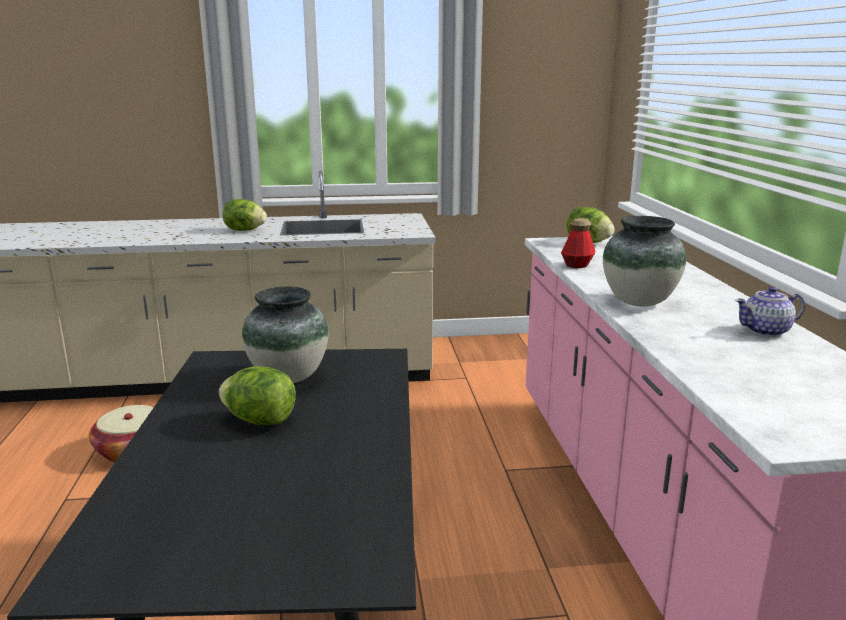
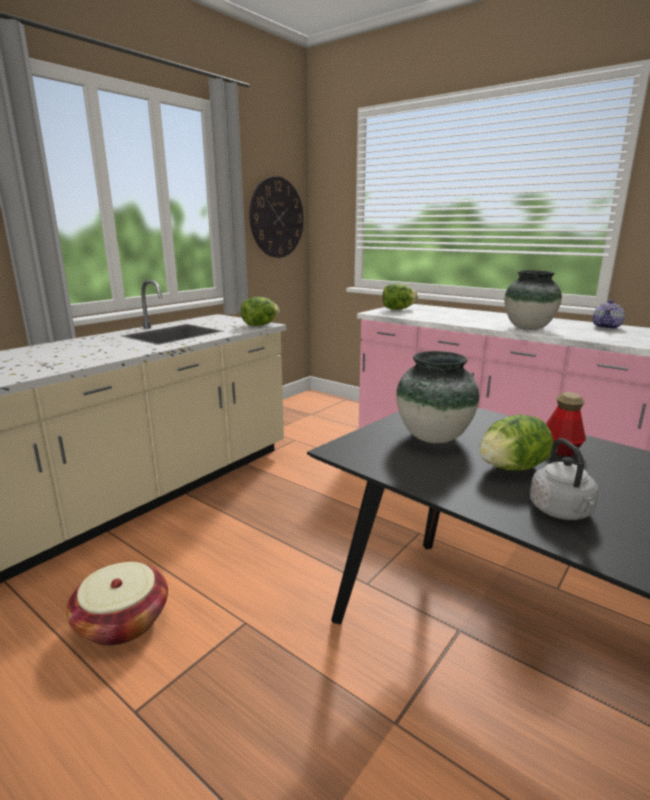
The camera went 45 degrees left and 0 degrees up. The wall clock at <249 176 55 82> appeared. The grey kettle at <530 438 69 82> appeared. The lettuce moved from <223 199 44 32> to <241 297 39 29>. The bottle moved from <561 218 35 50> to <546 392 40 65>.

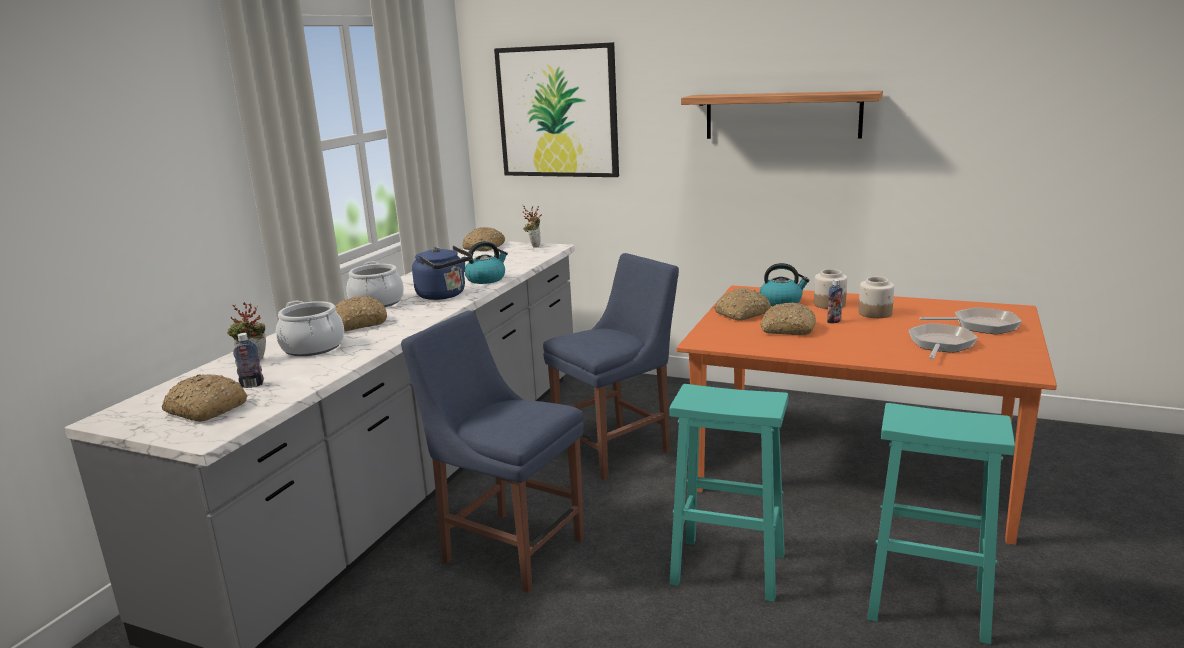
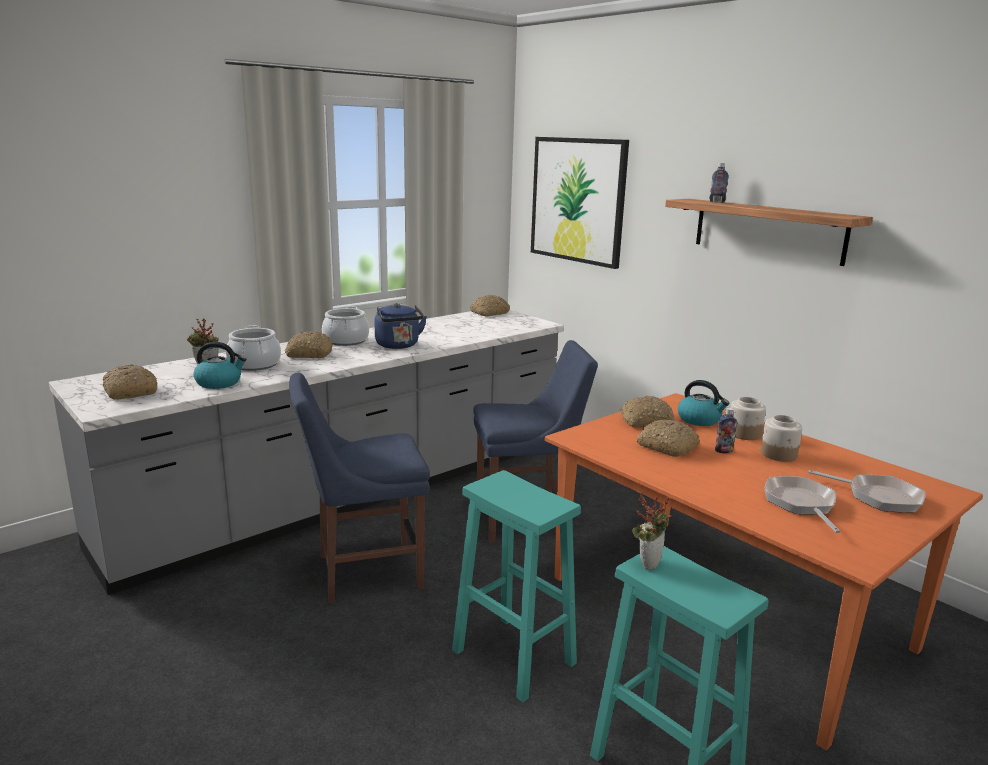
The camera went 25 degrees right and 0 degrees up. The bottle moved from <233 333 31 55> to <709 163 20 40>. The kettle moved from <464 241 44 43> to <193 342 54 47>. The potted plant moved from <522 206 20 42> to <632 489 40 81>. The blue chair at <401 311 183 282> turned 75 degrees counterclockwise. The frying pan at <908 323 70 37> turned 60 degrees counterclockwise.

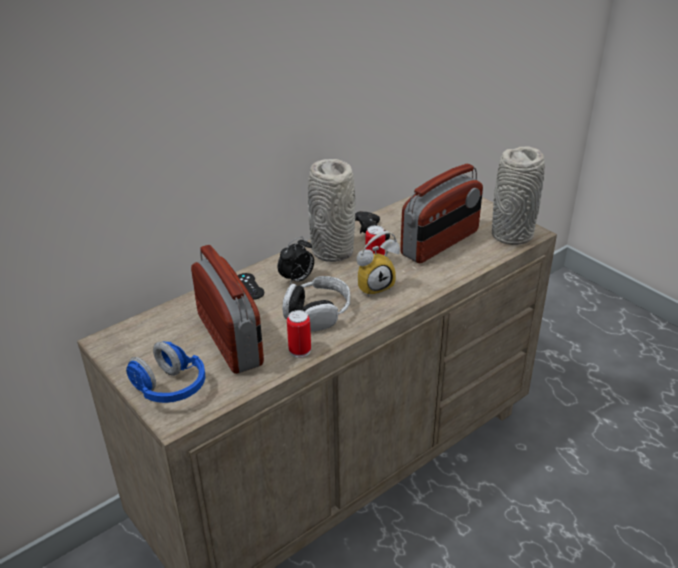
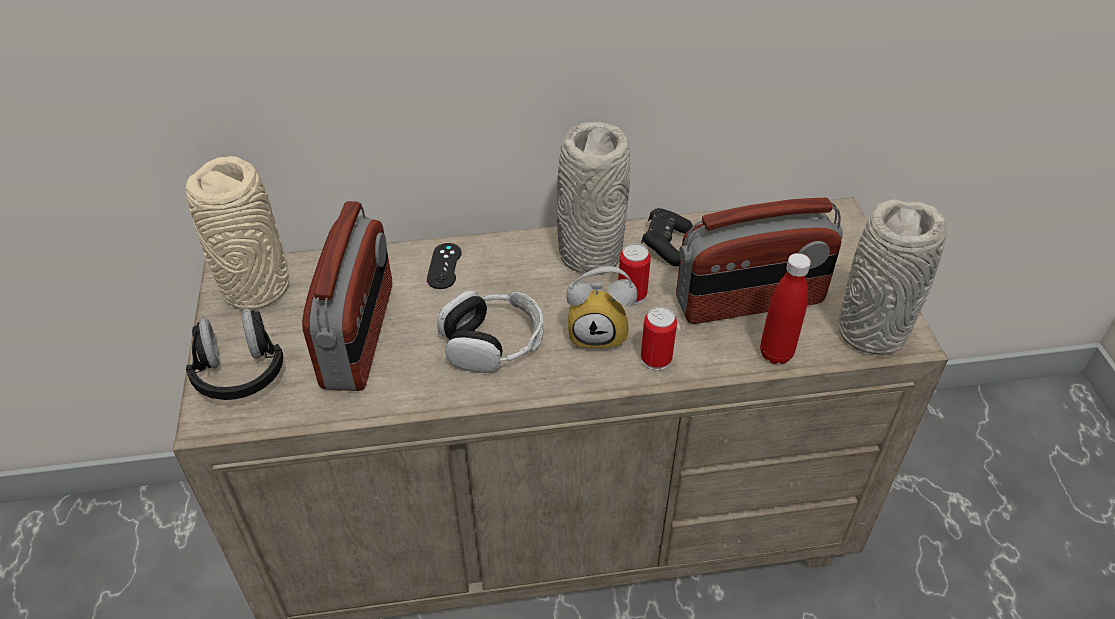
The camera went 30 degrees right and 10 degrees up. The alarm clock at <278 237 36 49> disappeared. The beige vase at <186 156 103 154> appeared. The red bottle at <760 253 51 111> appeared. The can moved from <287 310 24 48> to <641 307 36 64>. The blue headphones at <126 341 79 62> became the black headphones at <186 309 98 91>.

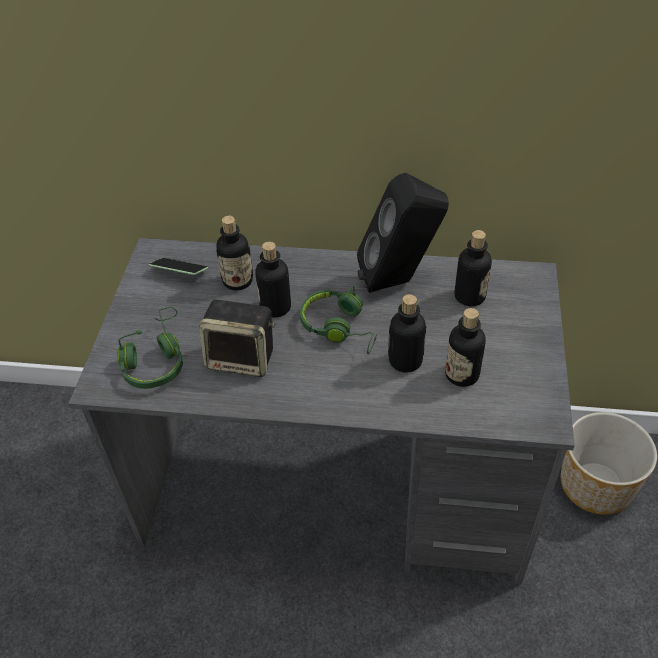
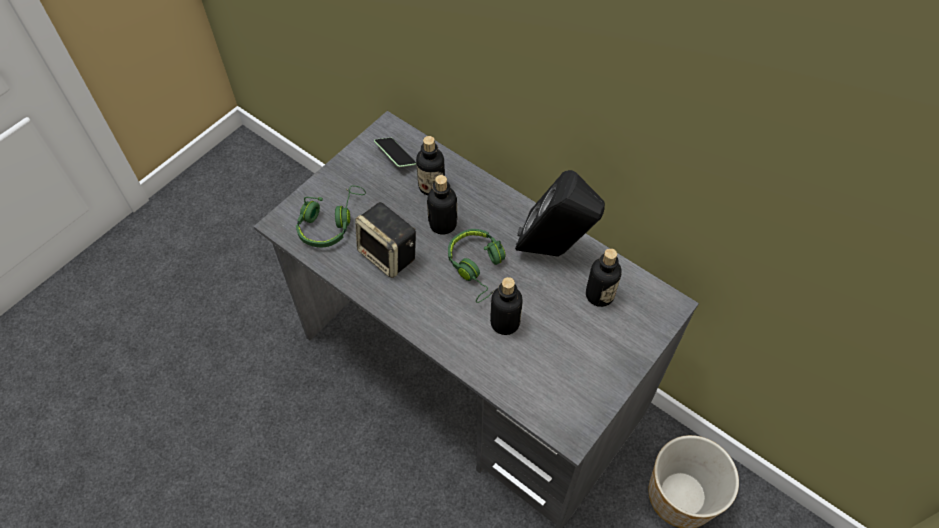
The camera went 30 degrees right and 10 degrees up. The bottle at <445 308 41 79> disappeared.

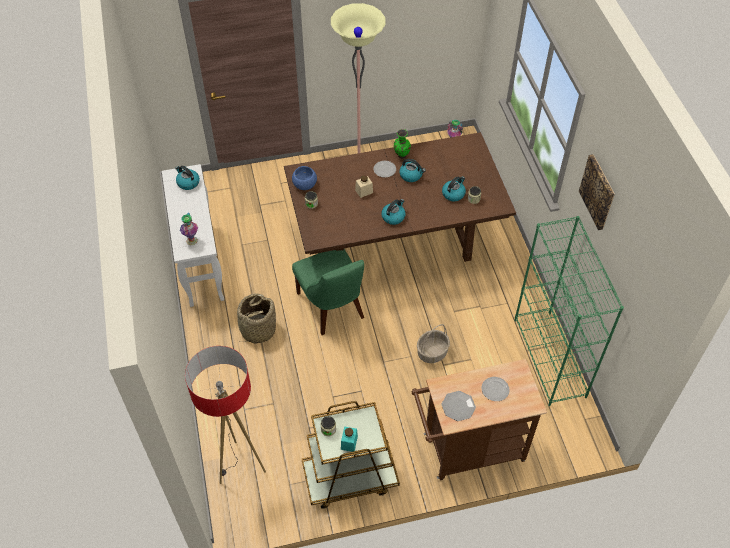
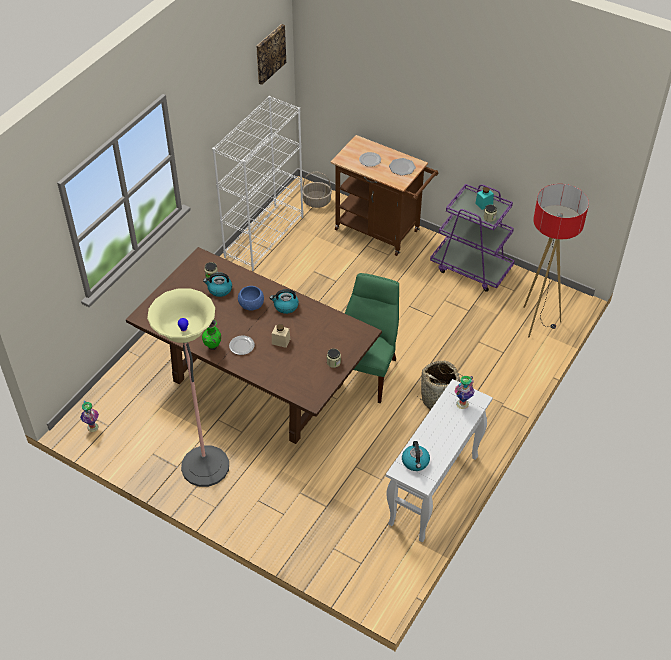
The camera went 135 degrees left and 5 degrees down. The kettle at <399 159 27 23> disappeared. The blue bowl moved from <292 166 25 24> to <238 286 26 25>. The basket moved from <417 324 33 39> to <302 172 30 36>. The picture moved from <579 154 36 76> to <256 24 30 61>. The brown cart at <302 401 98 108> became the purple cart at <430 184 85 108>. The green bookcase at <514 216 110 190> became the white bookcase at <212 96 91 175>.

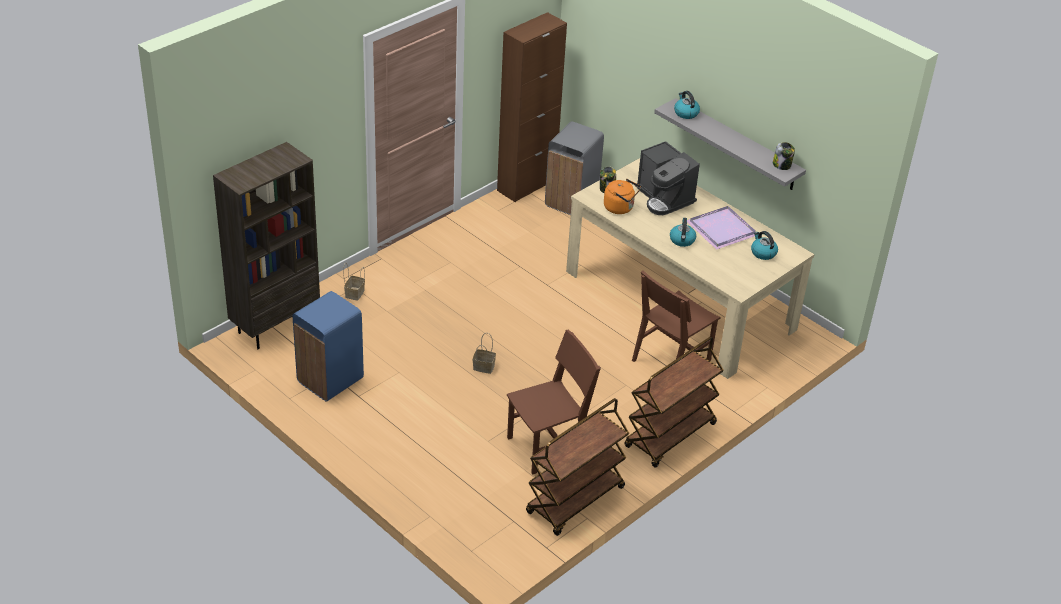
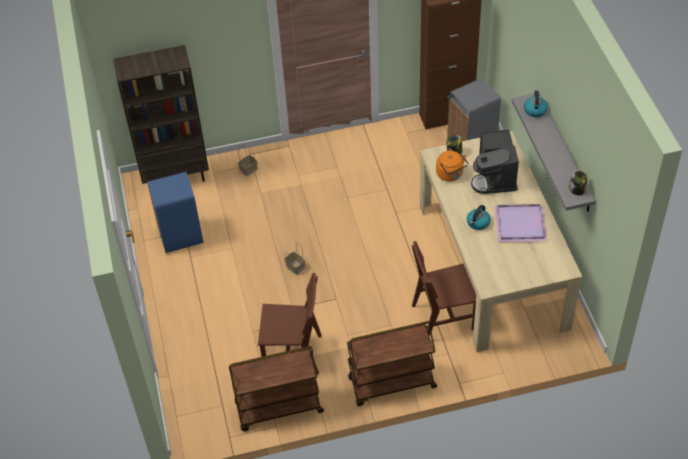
The camera went 35 degrees right and 10 degrees up. The kettle at <751 231 27 29> disappeared.

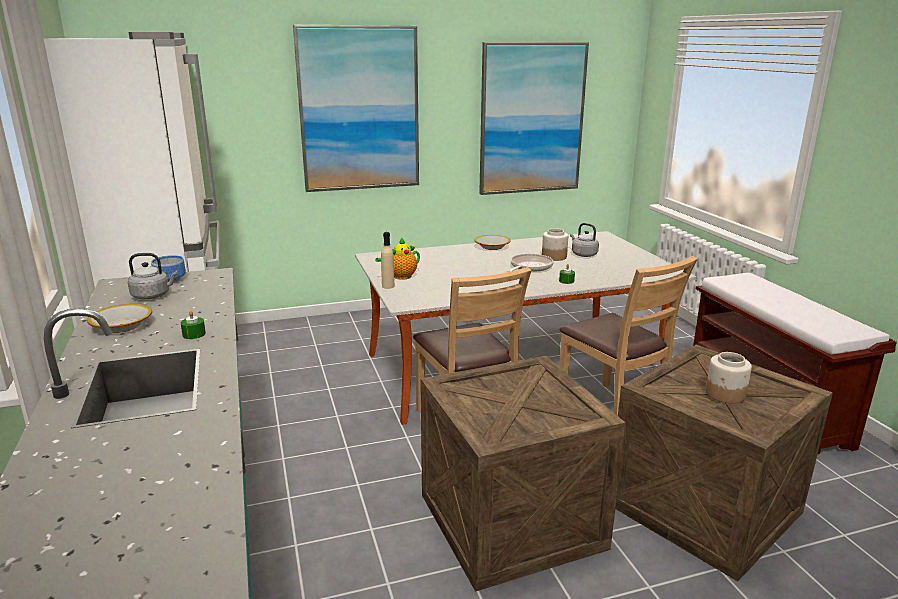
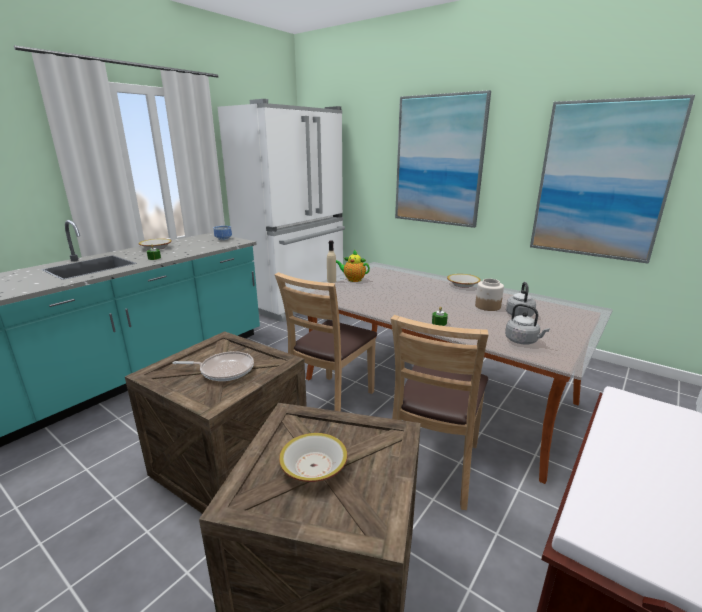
The camera went 55 degrees right and 0 degrees up. The grey kettle moved from <128 253 50 46> to <505 304 45 41>. The frying pan moved from <507 254 47 18> to <173 351 81 30>. The jar at <706 352 46 52> was replaced by the bowl at <279 433 69 49>.

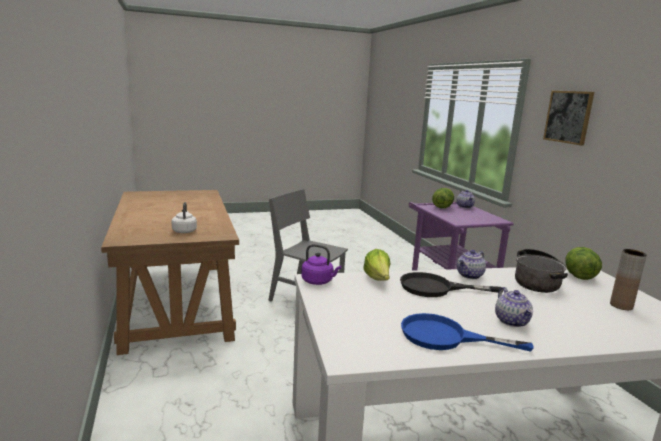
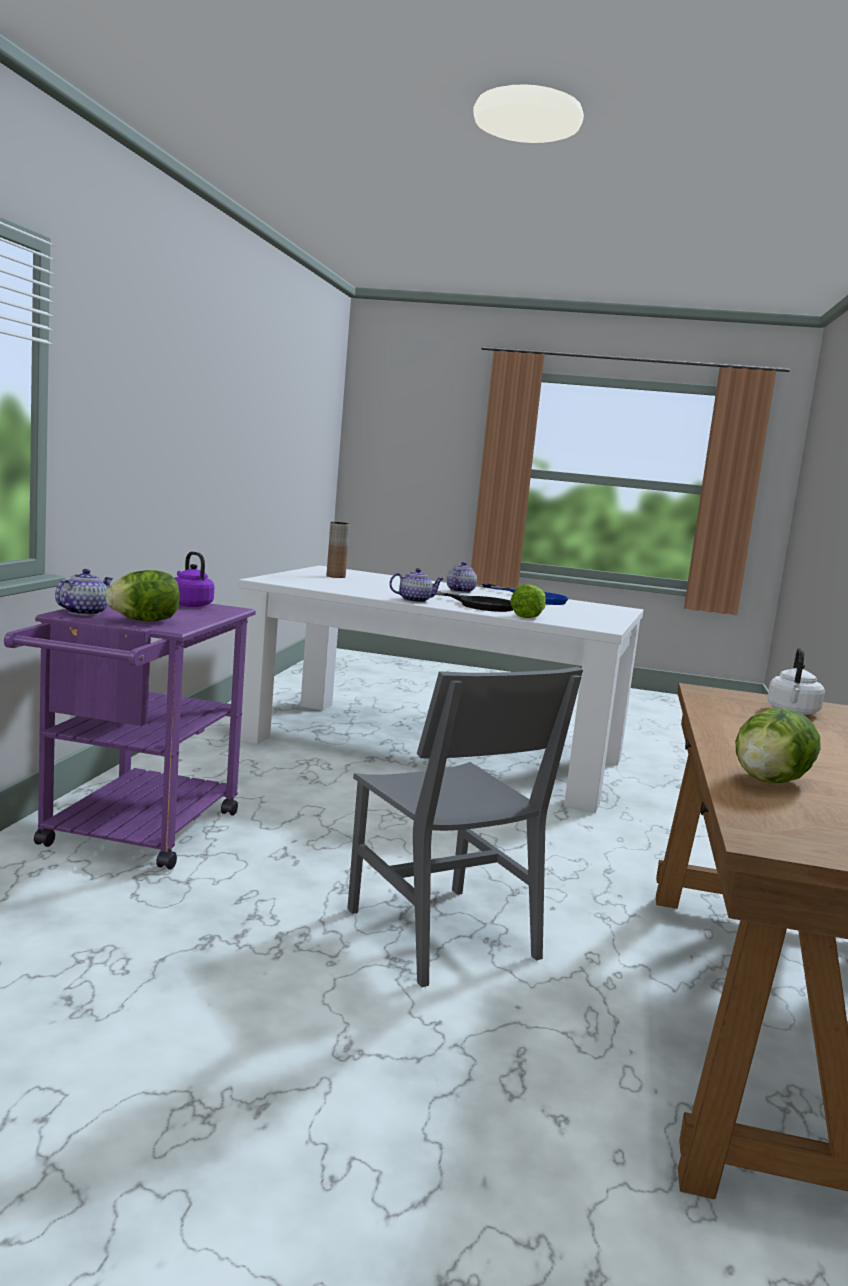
The camera went 150 degrees left and 5 degrees down. The cooking pot at <515 249 53 44> disappeared. The picture at <543 91 51 54> disappeared. The purple kettle moved from <301 244 40 41> to <174 552 40 55>. The lettuce moved from <566 247 36 33> to <736 708 85 75>.

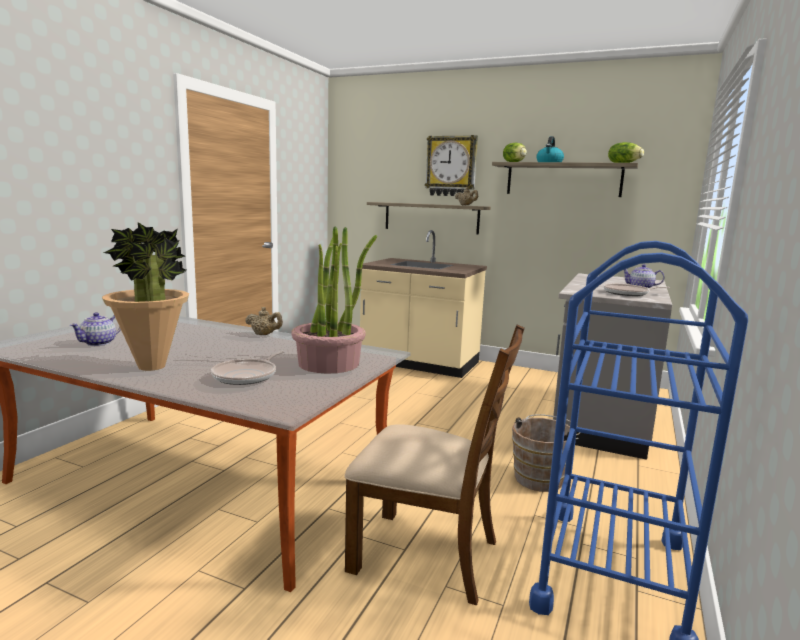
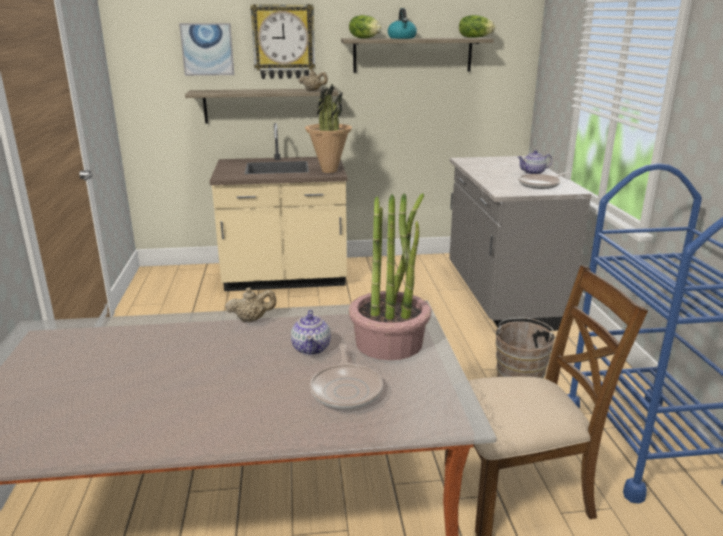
The camera went 30 degrees left and 10 degrees up. The picture at <179 23 55 53> appeared. The teapot moved from <70 312 51 34> to <291 310 40 45>. The potted plant moved from <102 222 87 149> to <305 83 47 90>.

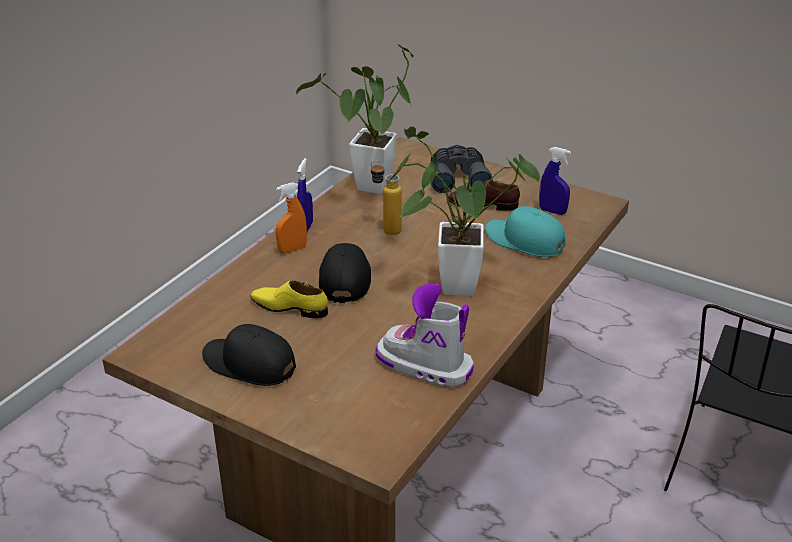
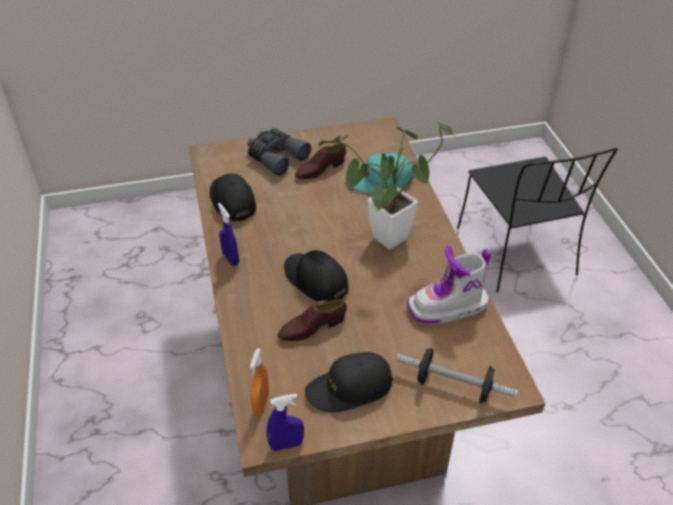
The camera went 45 degrees left and 10 degrees up. The bottle at <371 160 31 75> disappeared. The dumbbell at <396 348 122 55> appeared. The orange spray bottle moved from <276 182 31 72> to <250 348 19 67>. The blue spray bottle moved from <539 147 32 68> to <267 394 37 57>. The potted plant at <296 44 118 150> was replaced by the black cap at <209 173 47 49>. The yellow shoe at <251 280 77 38> became the brown shoe at <277 299 70 42>.

